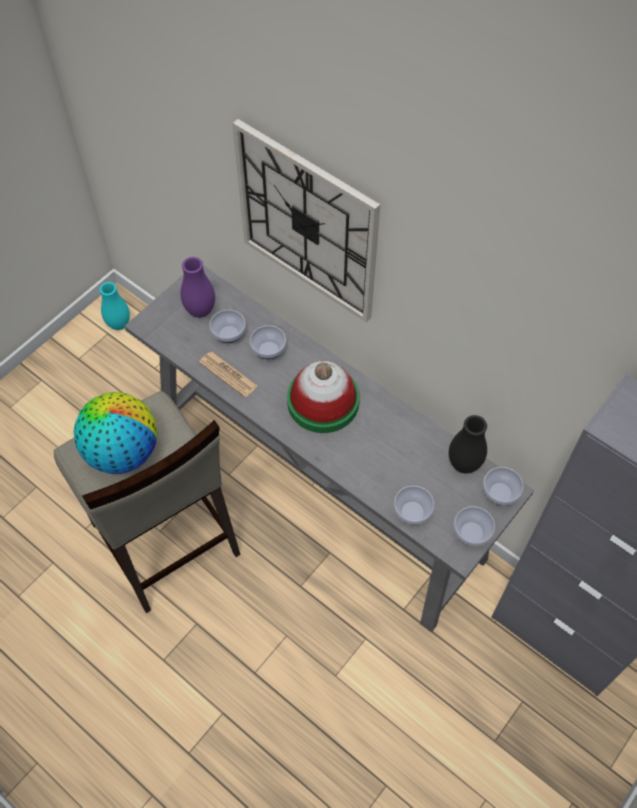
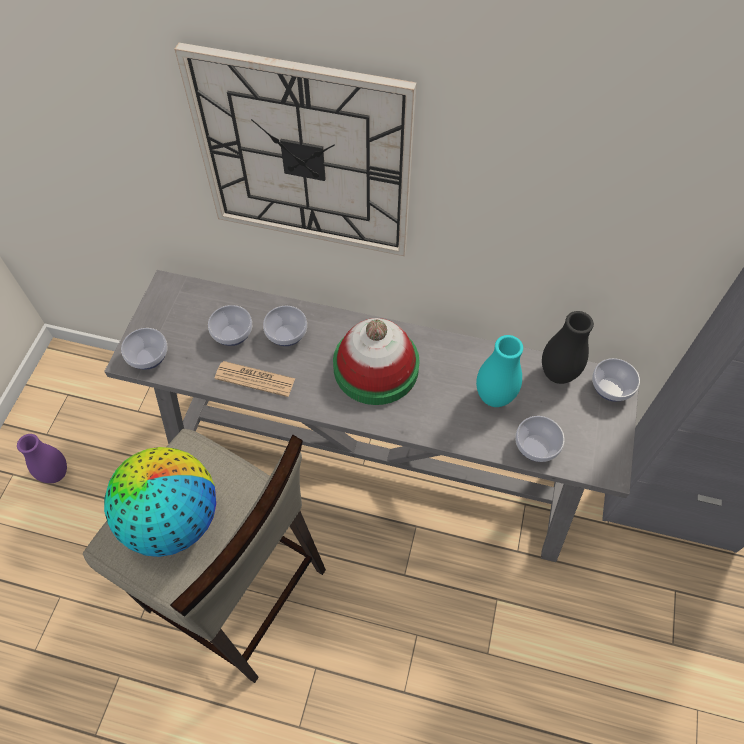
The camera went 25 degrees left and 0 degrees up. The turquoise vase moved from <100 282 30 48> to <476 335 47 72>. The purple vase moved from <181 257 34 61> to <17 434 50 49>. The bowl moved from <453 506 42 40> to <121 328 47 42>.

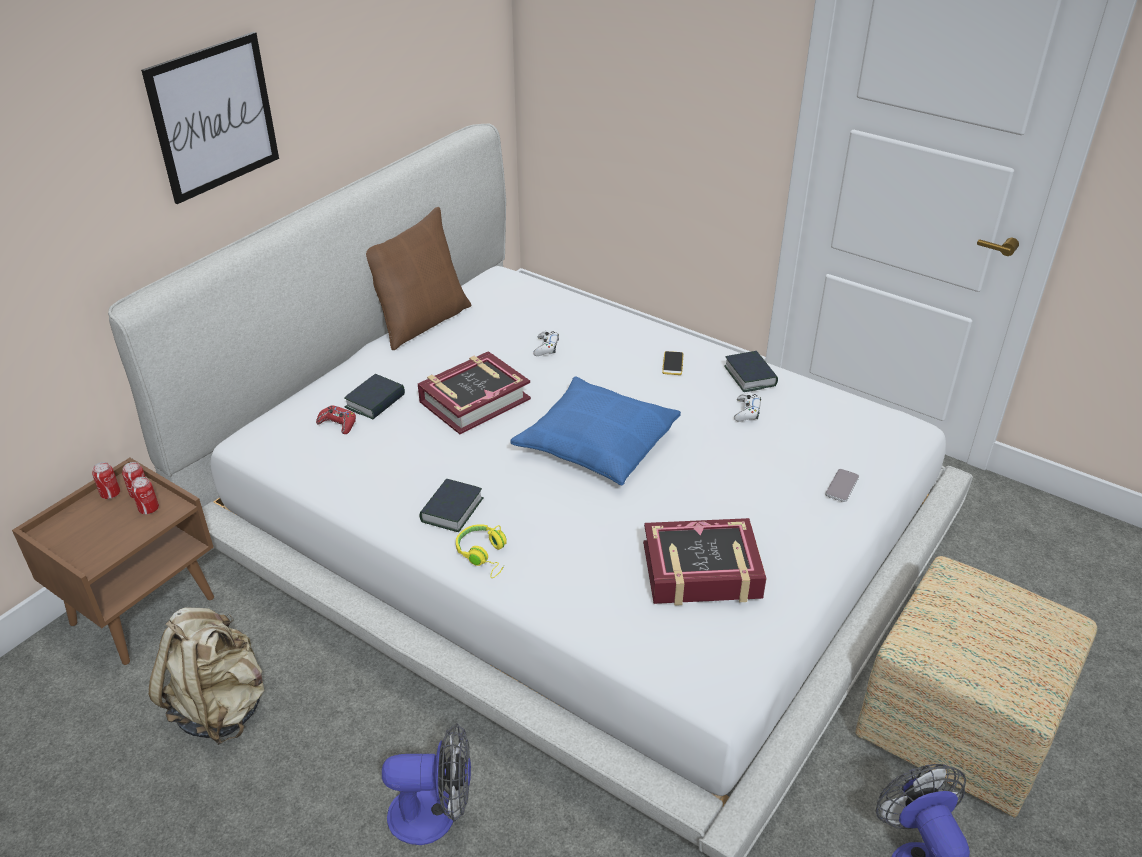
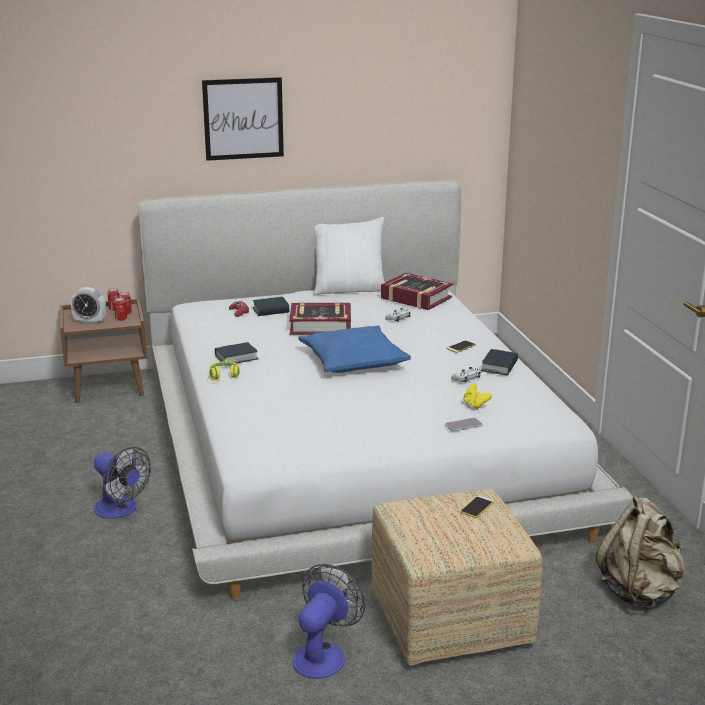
The camera went 40 degrees right and 15 degrees down. The alarm clock at <71 287 35 37> appeared. The phone at <460 495 35 23> appeared. The yellow game controller at <463 384 29 26> appeared. The beige backpack moved from <149 607 115 138> to <596 496 89 113>. The book moved from <643 518 124 88> to <381 273 72 37>. The brown pillow at <366 207 105 143> became the white pillow at <314 217 71 78>.

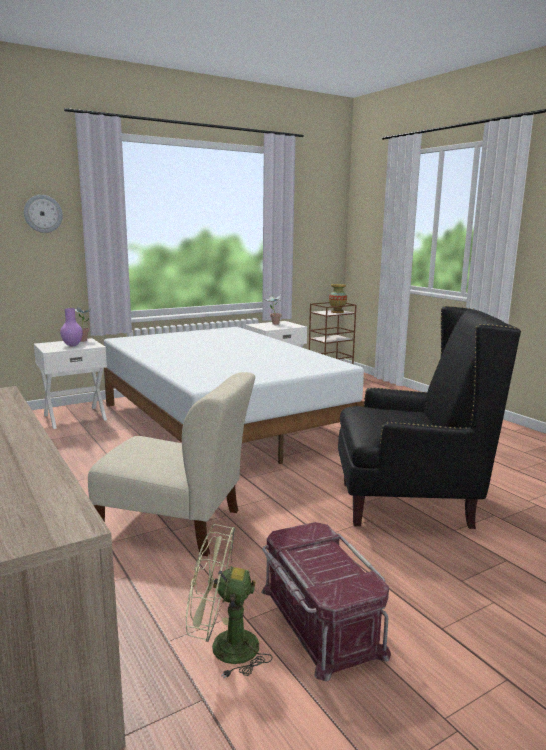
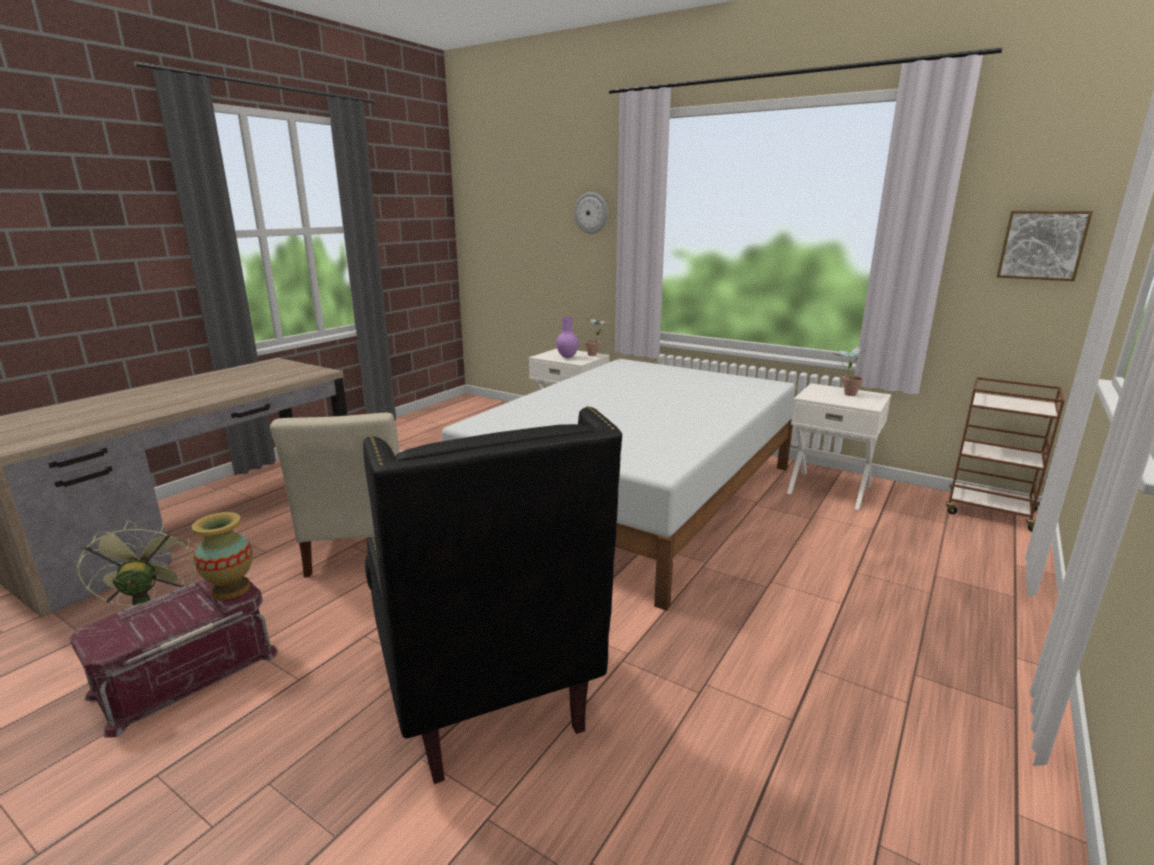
The camera went 65 degrees right and 5 degrees up. The picture at <997 211 96 70> appeared. The vase moved from <329 284 18 29> to <192 512 61 88>.

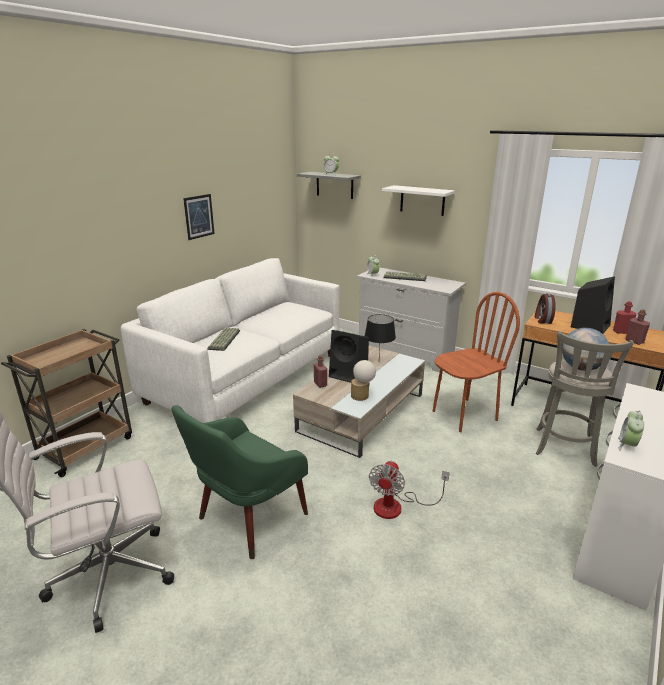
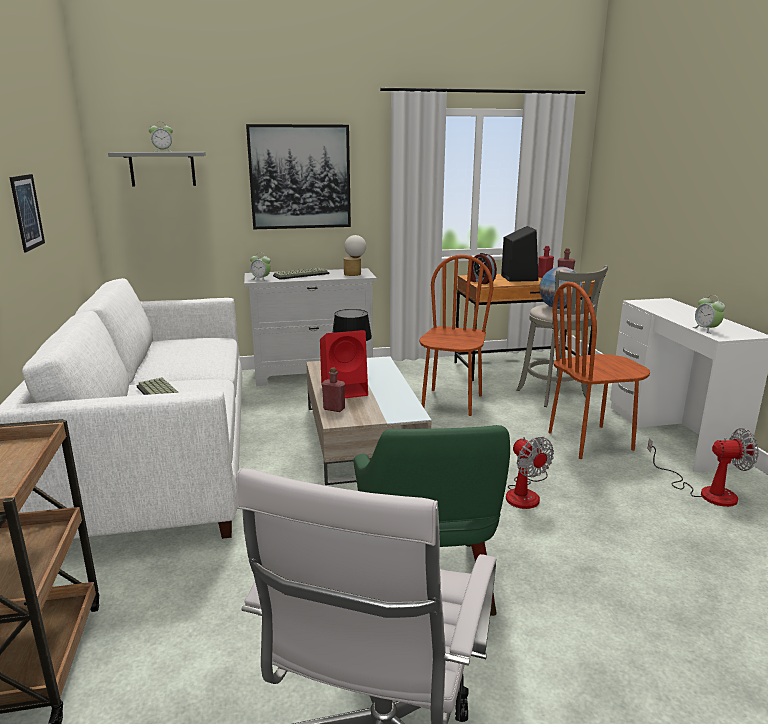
The camera went 45 degrees left and 5 degrees down. The brown chair at <548 282 102 177> appeared. The fan at <648 428 110 79> appeared. The table lamp moved from <351 360 25 41> to <344 235 22 41>. The white shelf at <382 185 73 31> was replaced by the picture at <246 124 105 105>. The black speaker at <329 330 40 53> became the red speaker at <320 330 48 68>.

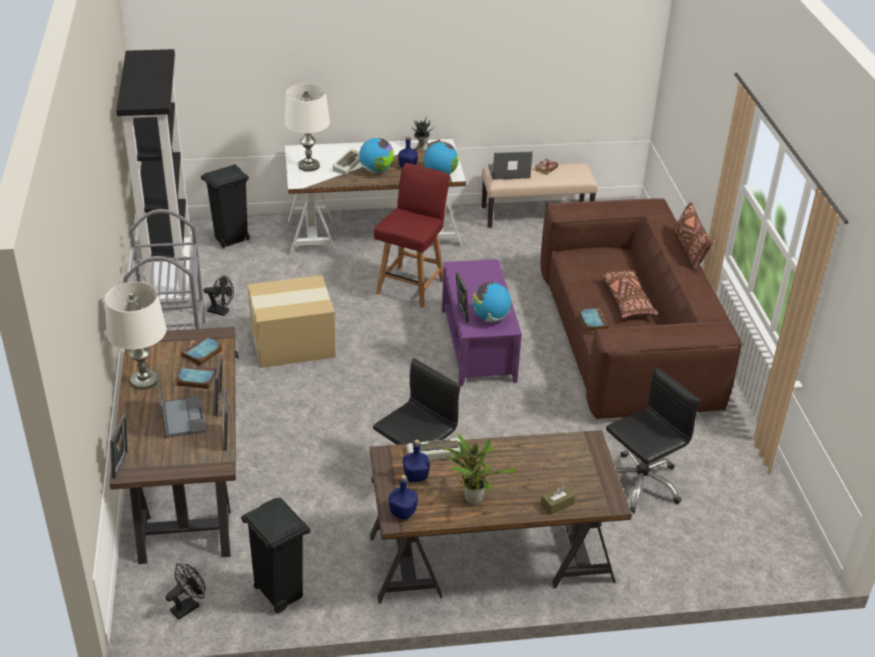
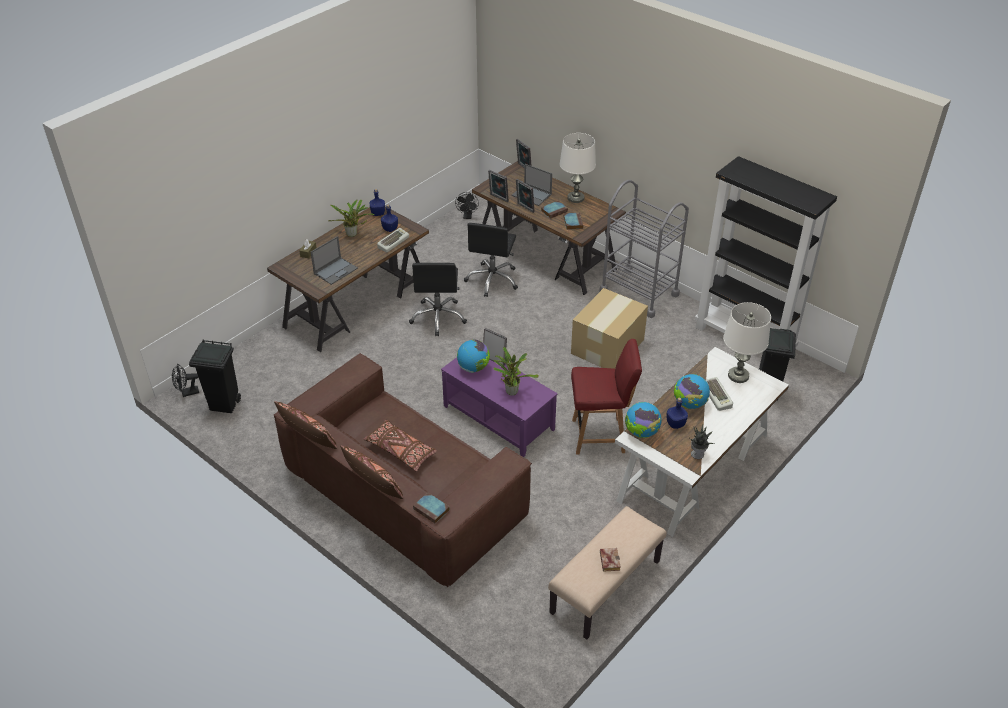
The camera went 140 degrees right and 5 degrees up. The brown pillow at <274 401 63 48> appeared. The potted plant at <493 347 46 49> appeared. The black fan moved from <204 275 30 41> to <172 364 27 33>. The black trash can moved from <241 498 69 115> to <189 340 52 73>. The laptop moved from <488 152 45 28> to <311 236 47 49>. The book moved from <579 308 30 24> to <413 493 37 31>. The black office chair moved from <606 367 94 146> to <464 223 54 74>. The red chair at <374 163 76 145> turned 75 degrees counterclockwise.

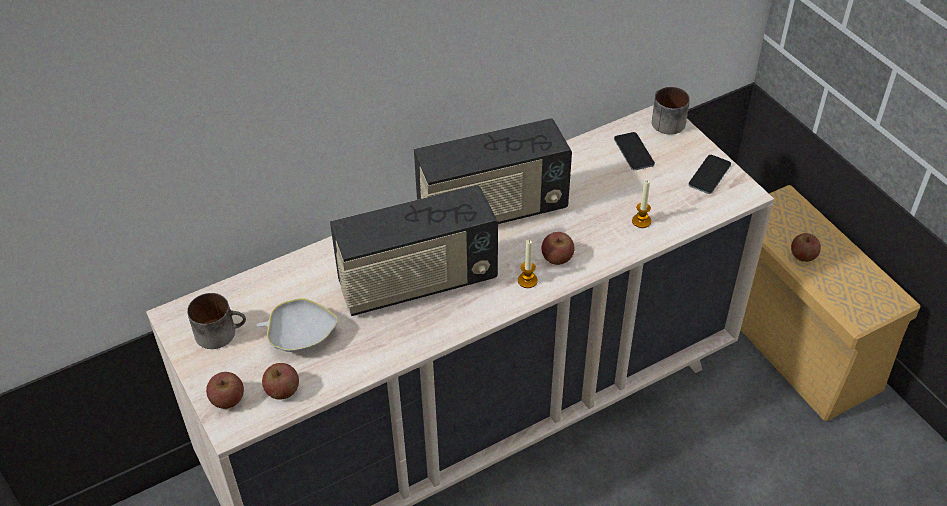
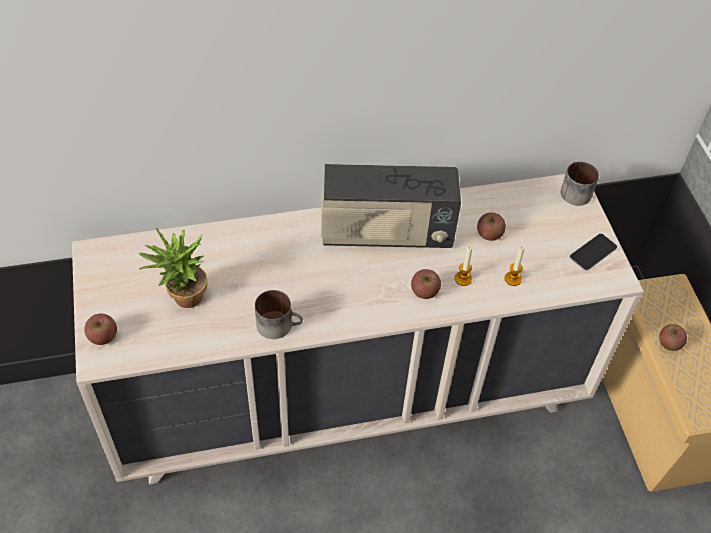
The camera went 15 degrees right and 5 degrees up. The radio at <330 185 168 131> disappeared. The phone at <614 132 41 38> disappeared. The mug moved from <187 293 59 56> to <255 290 48 49>. The apple moved from <262 363 37 37> to <477 212 29 29>. The candle moved from <518 240 20 48> to <455 246 17 40>. The white bowl at <257 298 81 54> was replaced by the potted plant at <139 228 68 80>.

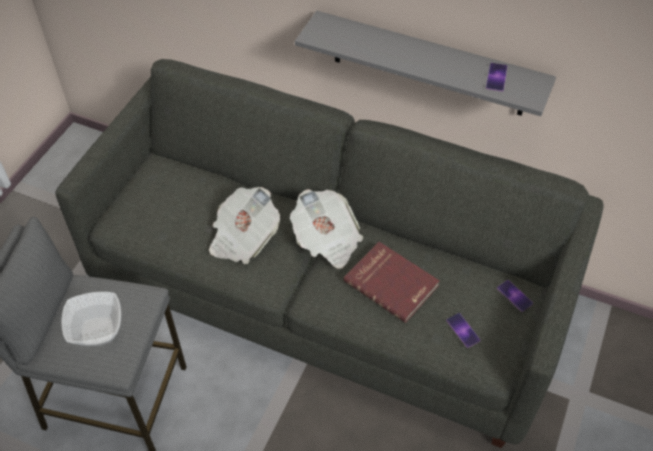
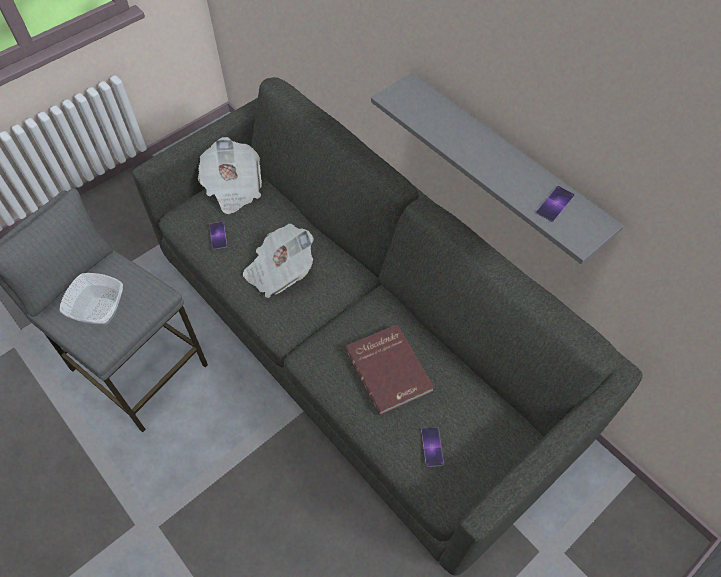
The camera went 25 degrees right and 5 degrees up. The newspaper moved from <290 189 73 80> to <198 137 64 77>. The phone moved from <497 280 36 32> to <209 222 18 28>.

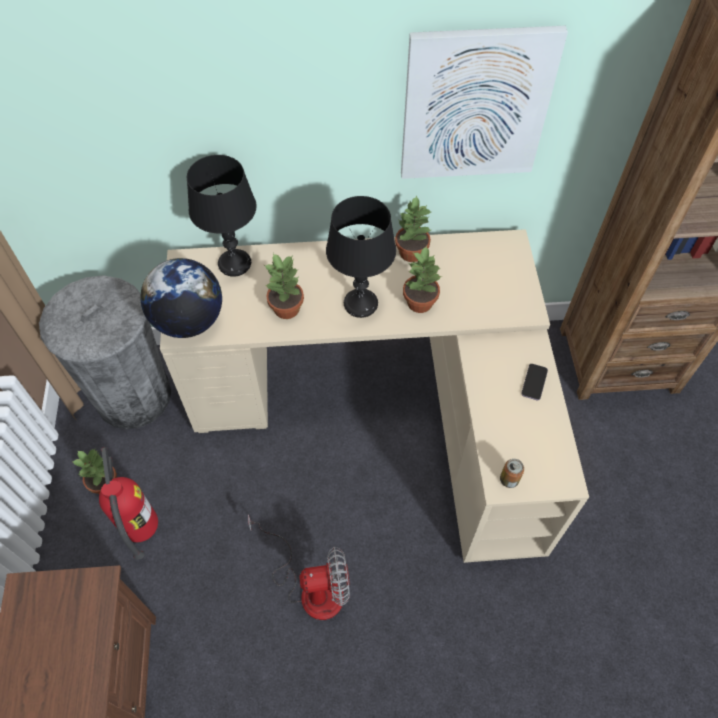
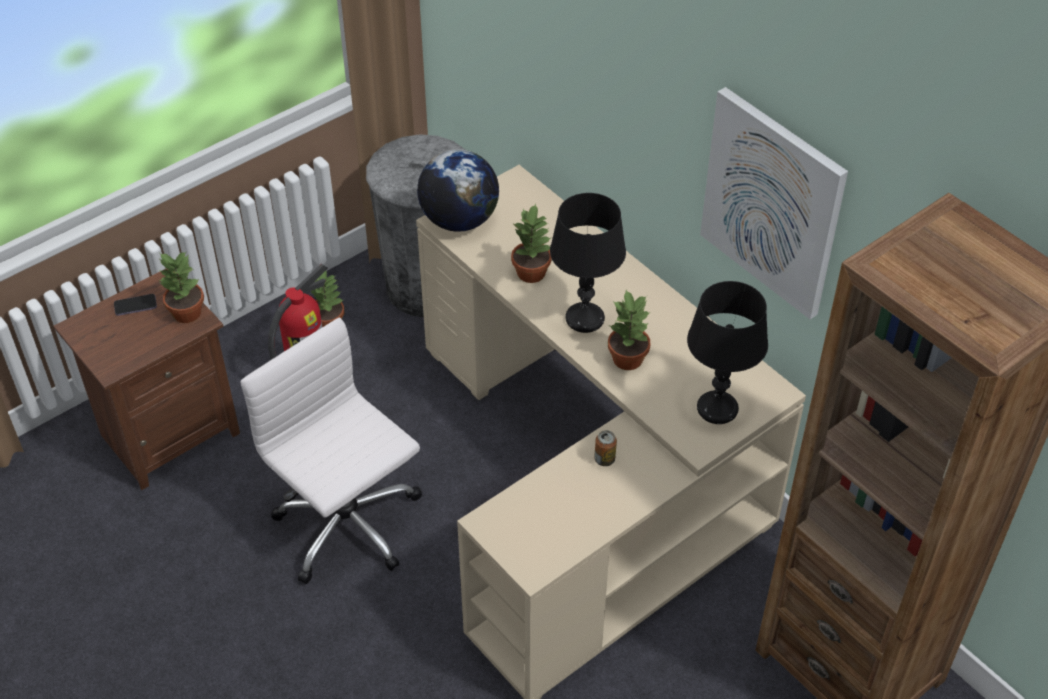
The camera went 55 degrees right and 10 degrees down. The black table lamp moved from <187 155 70 122> to <687 281 81 143>. The potted plant moved from <395 195 36 67> to <158 252 46 71>. The can moved from <500 459 24 29> to <594 430 23 36>. The phone moved from <521 364 27 36> to <114 294 43 22>. The fan at <248 514 102 106> was replaced by the white office chair at <240 317 182 267>.

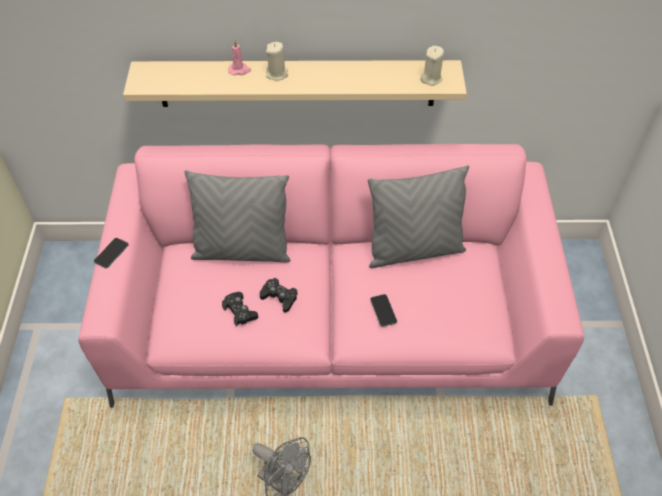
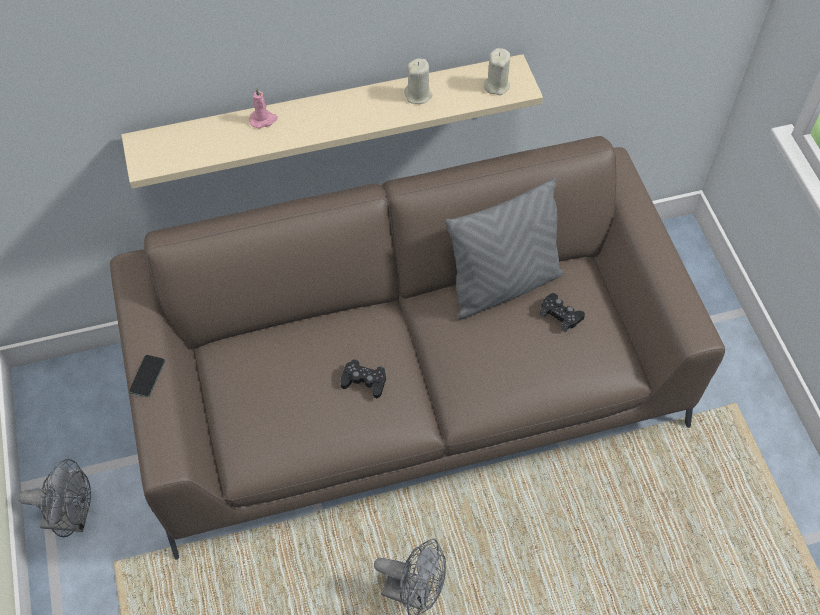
The camera went 15 degrees left and 5 degrees up. The grey pillow at <184 170 107 92> disappeared. The phone at <370 294 27 33> disappeared. The grey fan at <18 459 73 78> appeared. The black game controller moved from <222 292 36 35> to <540 293 45 39>. The beige candle moved from <266 42 22 39> to <404 58 29 46>. The pink sofa at <78 144 506 264> became the brown sofa at <110 136 615 423>.

